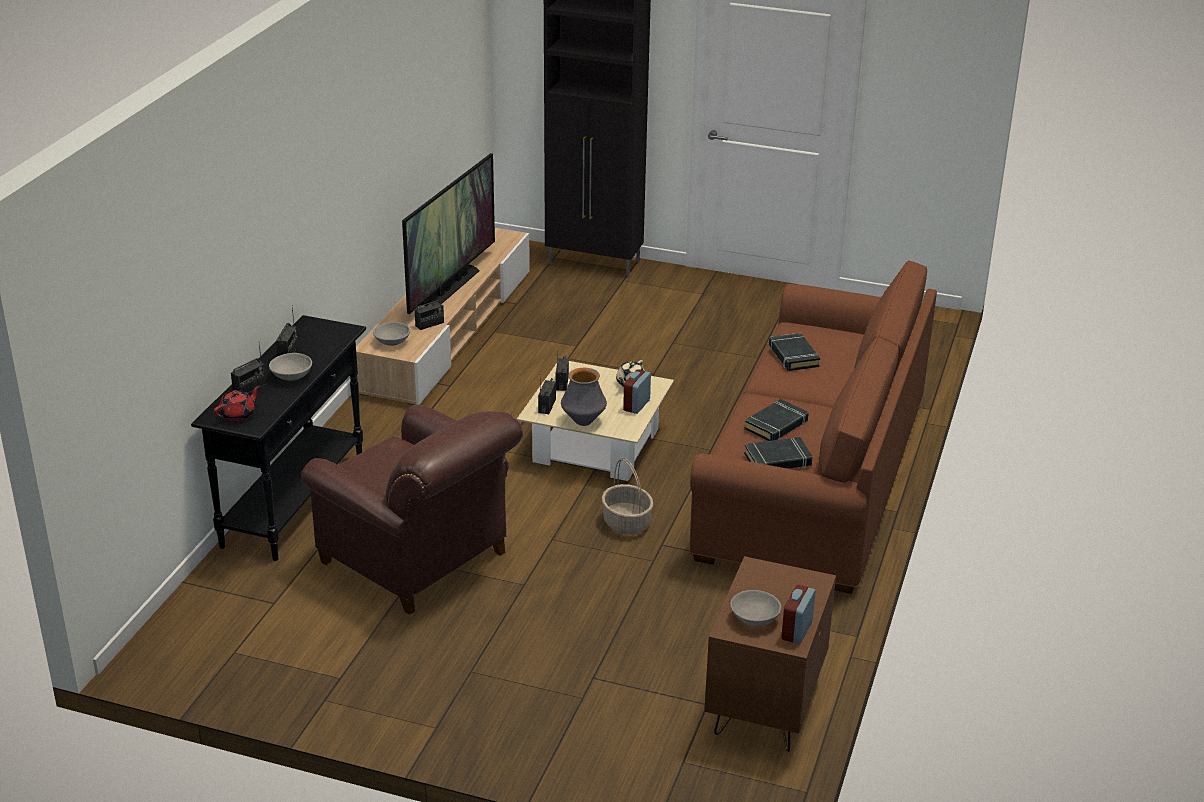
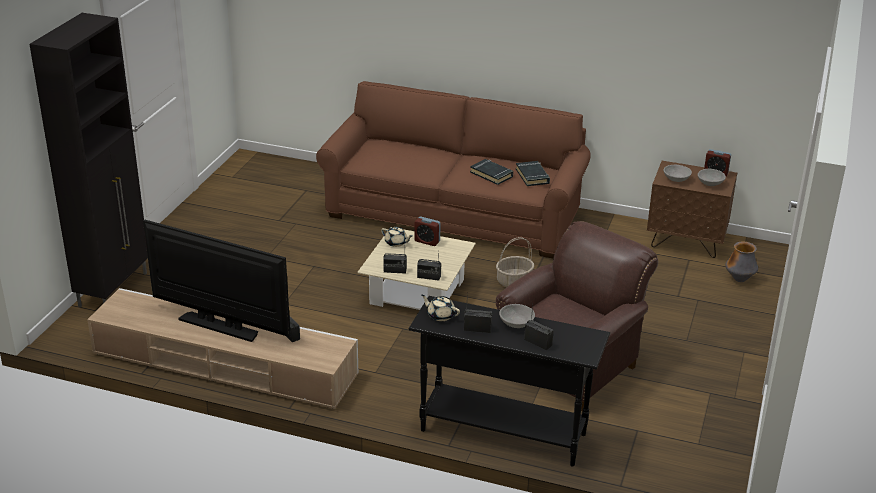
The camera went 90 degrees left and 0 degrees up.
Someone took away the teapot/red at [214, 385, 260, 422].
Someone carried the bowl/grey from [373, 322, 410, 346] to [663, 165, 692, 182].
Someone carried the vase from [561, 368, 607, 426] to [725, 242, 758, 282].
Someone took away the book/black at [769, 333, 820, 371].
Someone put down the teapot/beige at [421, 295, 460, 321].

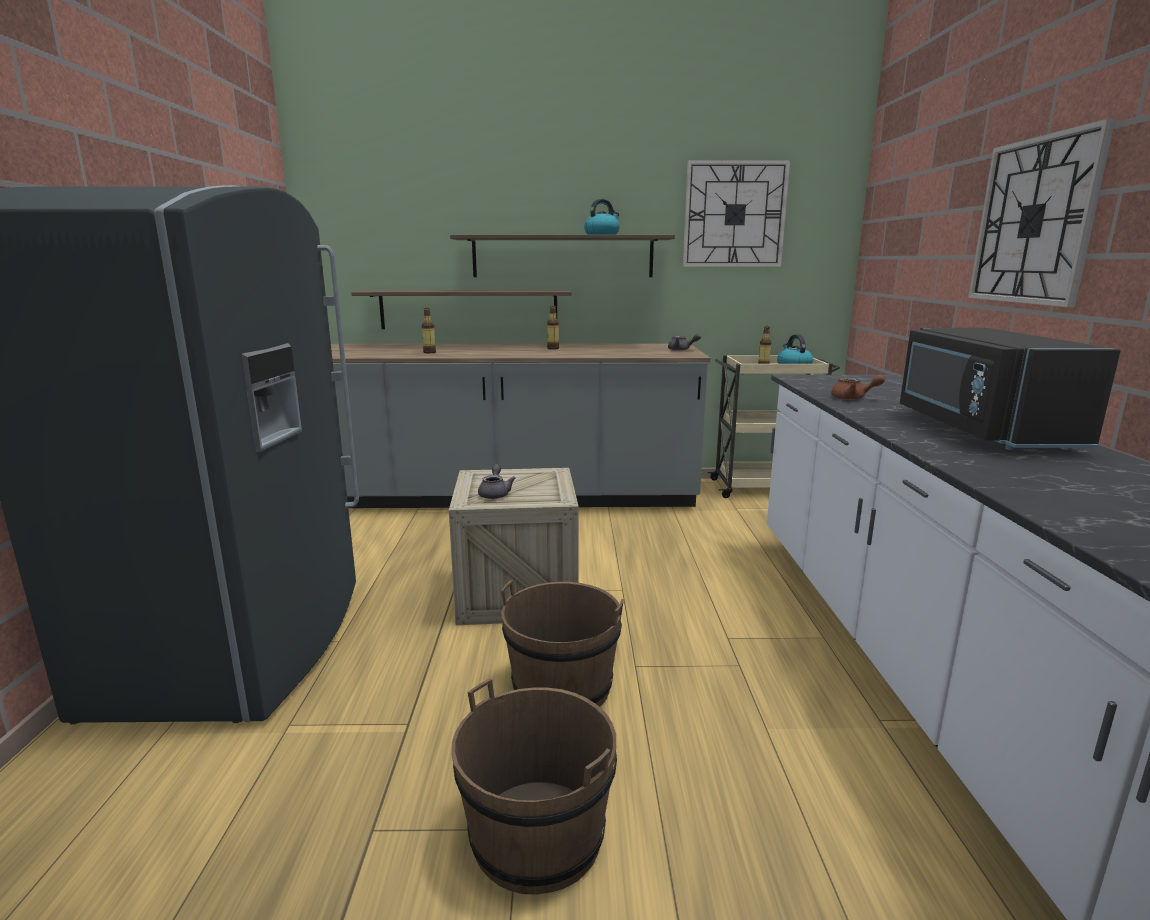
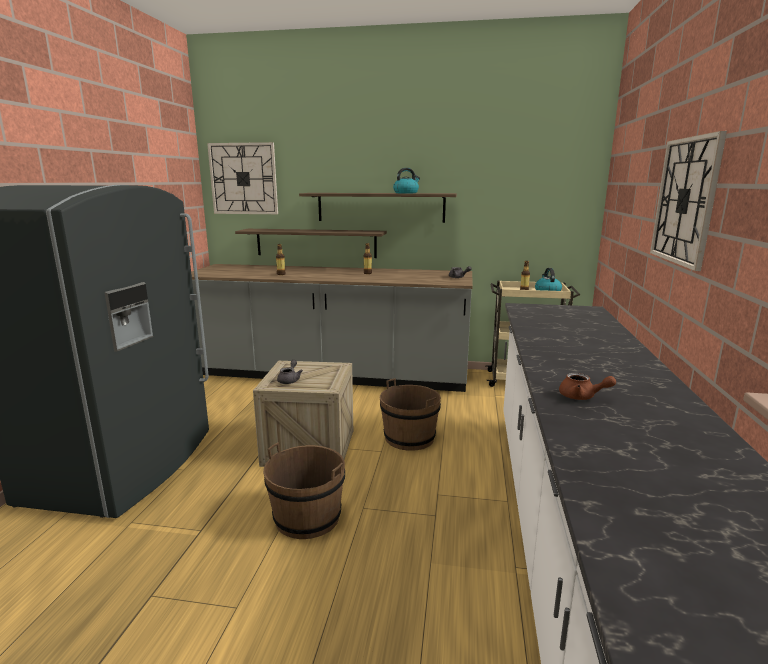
The camera went 10 degrees right and 0 degrees up.
Someone carried the bucket/brown from [451, 678, 617, 895] to [380, 378, 441, 451].
Someone carried the wall clock from [683, 160, 790, 267] to [207, 142, 278, 214].
Someone carried the teapot/brown from [831, 375, 885, 400] to [559, 373, 616, 400].
Someone took away the microwave/black at [900, 328, 1121, 450].

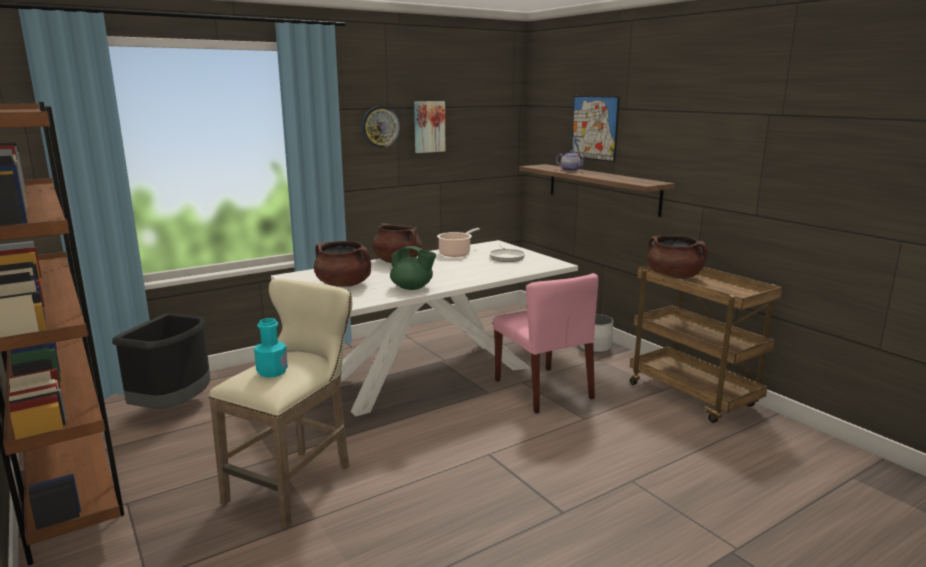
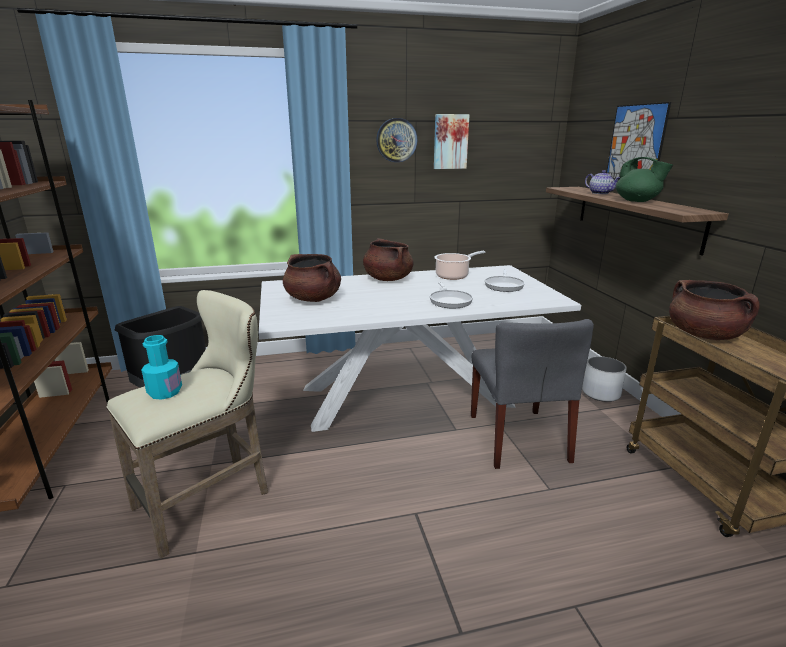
The camera went 20 degrees right and 5 degrees up.
Someone carried the teapot/green from [390, 246, 437, 290] to [616, 157, 673, 202].
Someone repainted the chair/pink at [493, 273, 598, 414], which became the chair/grey at [471, 319, 594, 469].
Someone put down the frying pan at [430, 282, 473, 309].

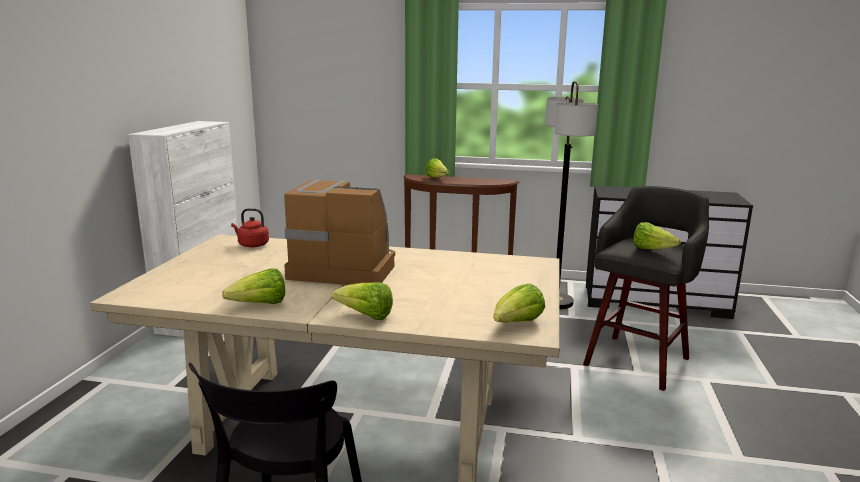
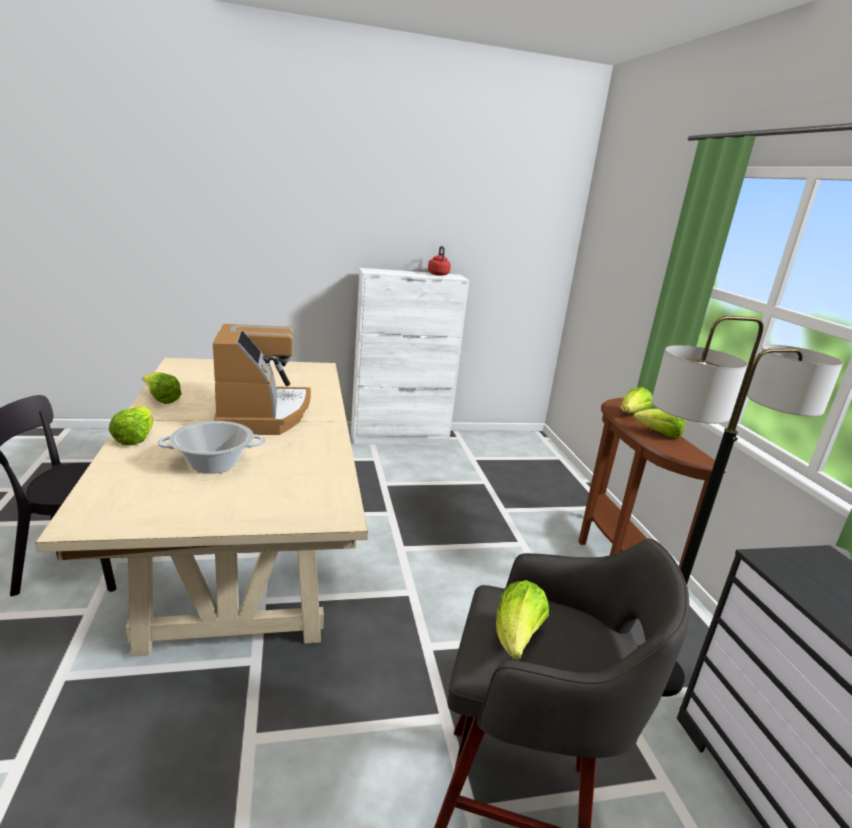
The camera went 65 degrees right and 5 degrees up.
Someone carried the kettle/red from [231, 208, 269, 247] to [428, 246, 451, 276].
Someone carried the lettuce from [494, 283, 545, 323] to [633, 409, 686, 439].
Someone put down the cooking pot at [157, 421, 265, 474].

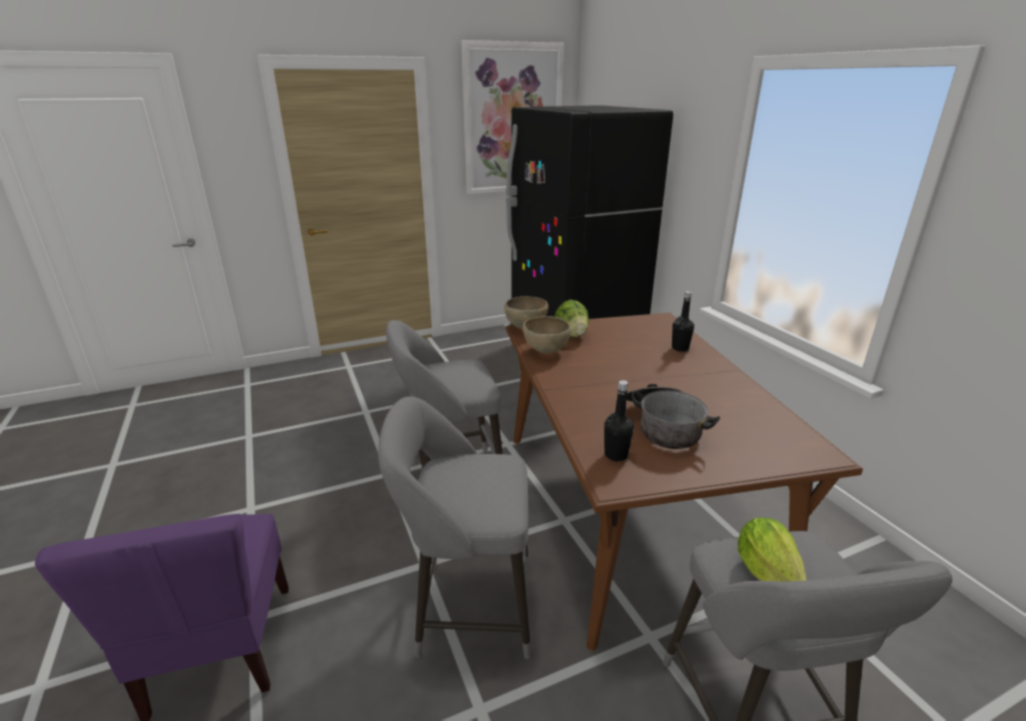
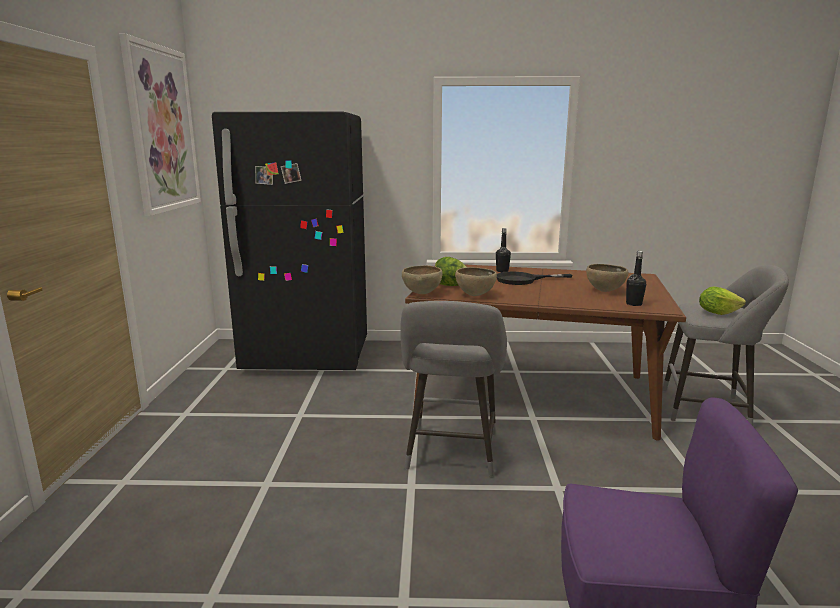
The camera went 65 degrees left and 10 degrees down.
Someone took away the stool/grey at [378, 397, 531, 659].
Someone swapped the cooking pot at [626, 384, 720, 449] for the bowl/brown at [586, 264, 628, 292].
Someone put down the frying pan/black at [497, 272, 573, 285].

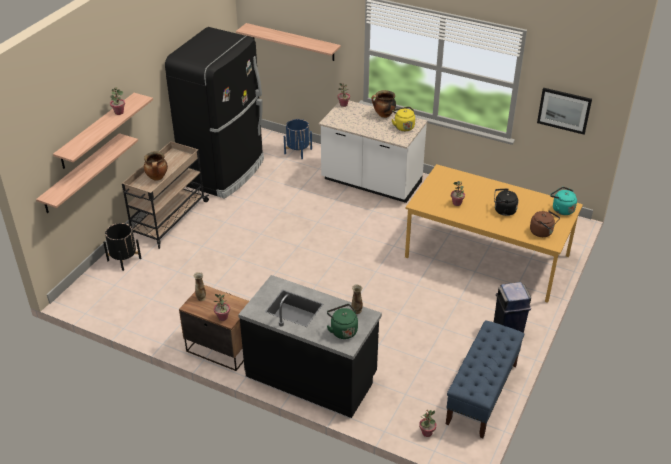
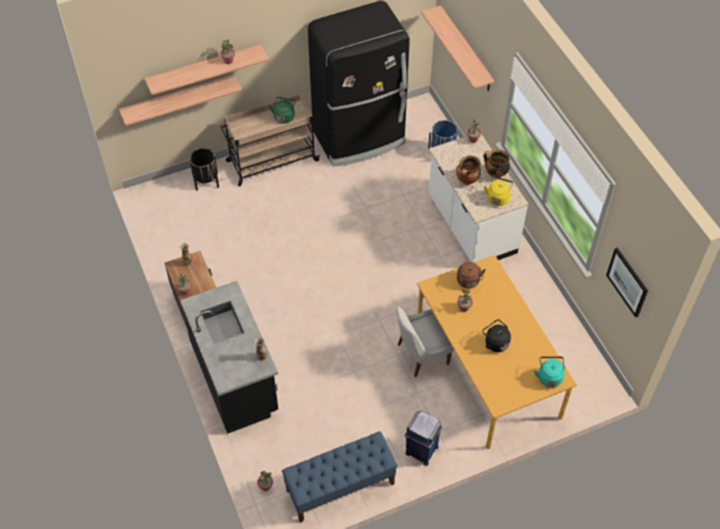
The camera went 40 degrees right and 15 degrees up.
Someone carried the cooking pot from [144, 151, 168, 180] to [456, 156, 481, 185].
Someone carried the kettle/green from [327, 304, 358, 339] to [269, 97, 296, 124].
Someone carried the kettle/brown from [530, 211, 560, 237] to [457, 262, 486, 288].
Someone put down the chair/white at [396, 306, 454, 377].

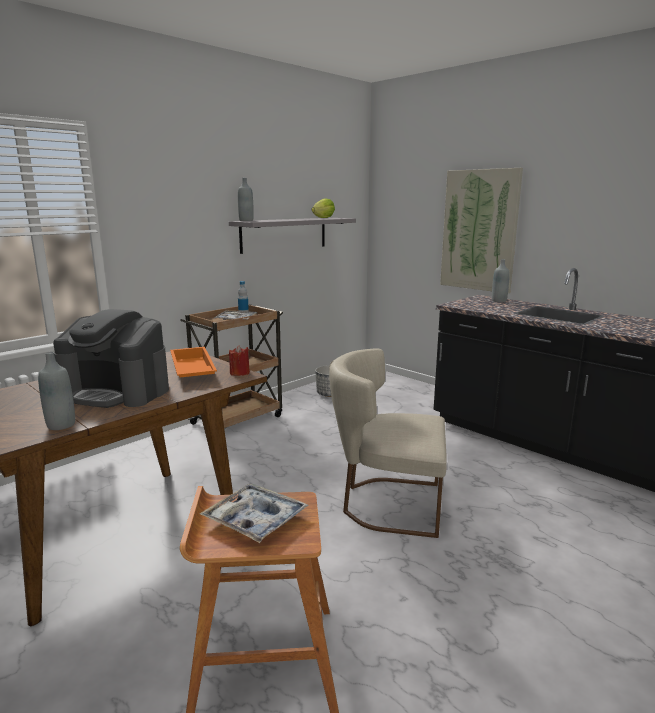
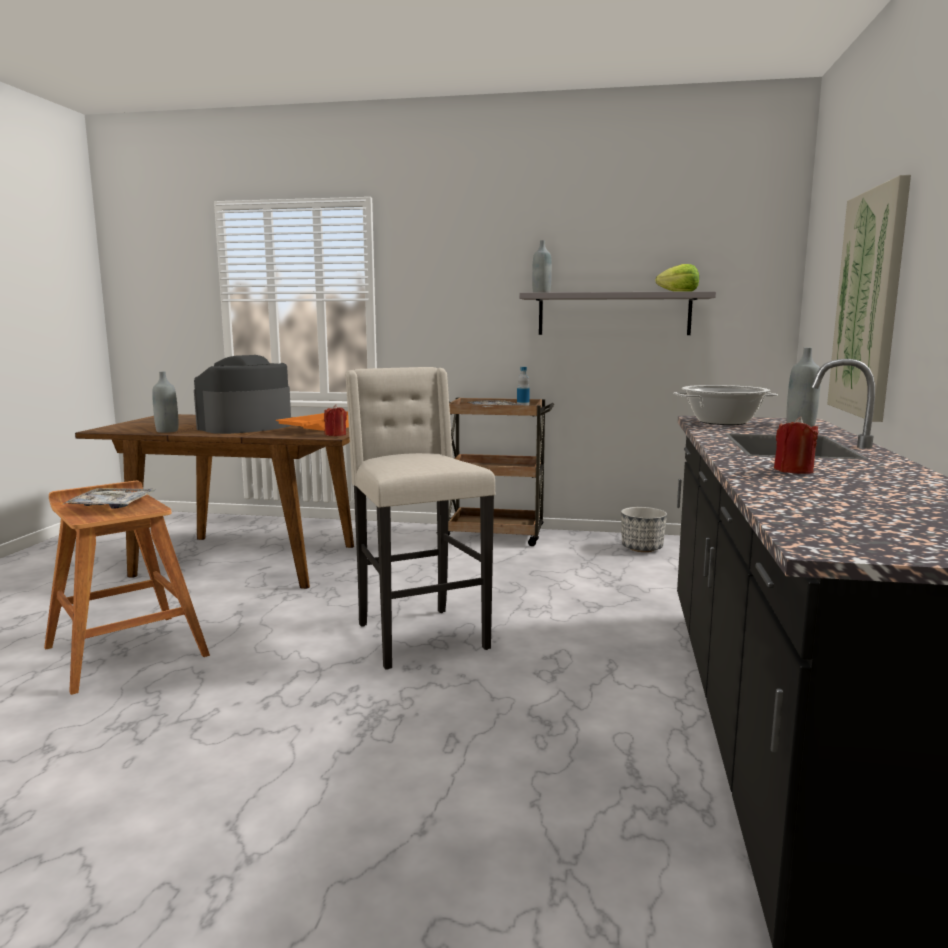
The camera went 55 degrees right and 5 degrees down.
Someone rotated the coffee machine at [53, 309, 169, 408] by 60 degrees clockwise.
Someone swapped the chair/beige at [329, 348, 447, 538] for the stool/beige at [345, 367, 495, 670].
Someone put down the cooking pot at [673, 385, 778, 425].
Someone put down the candle/red at [774, 417, 819, 474].

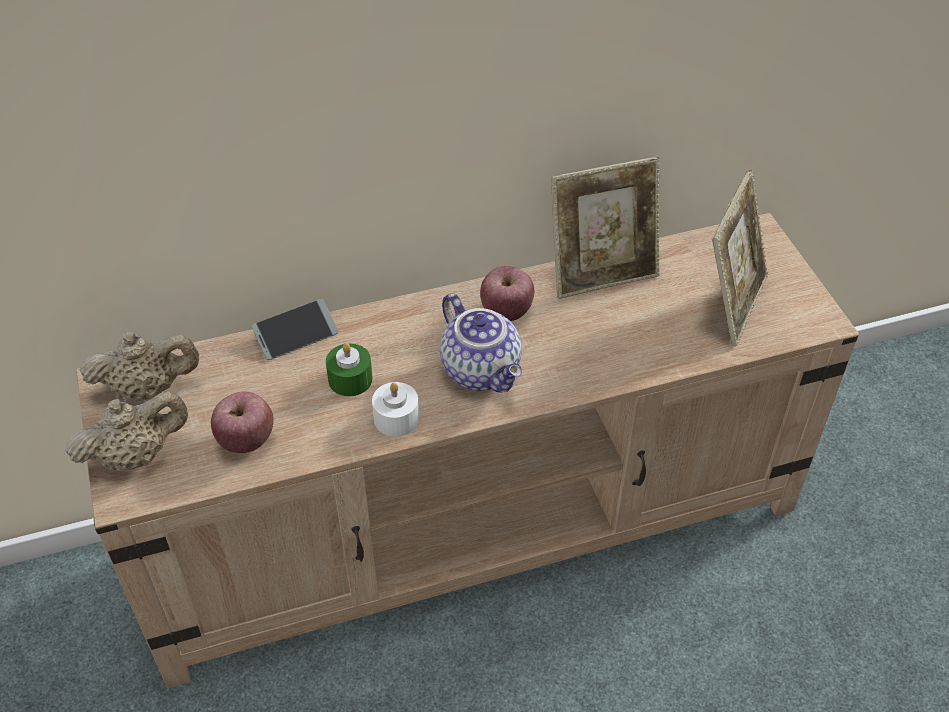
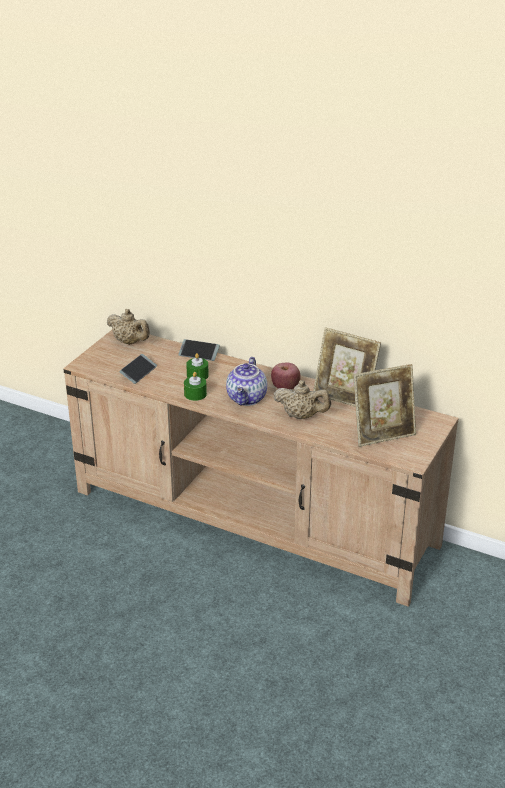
The camera went 45 degrees right and 15 degrees down.
Someone carried the teapot/beige from [65, 391, 188, 471] to [274, 380, 331, 419].
Someone swapped the apple at [211, 391, 274, 453] for the phone at [120, 354, 157, 384].
Someone repainted the candle/white at [372, 382, 419, 437], which became the candle/green at [184, 372, 207, 401].

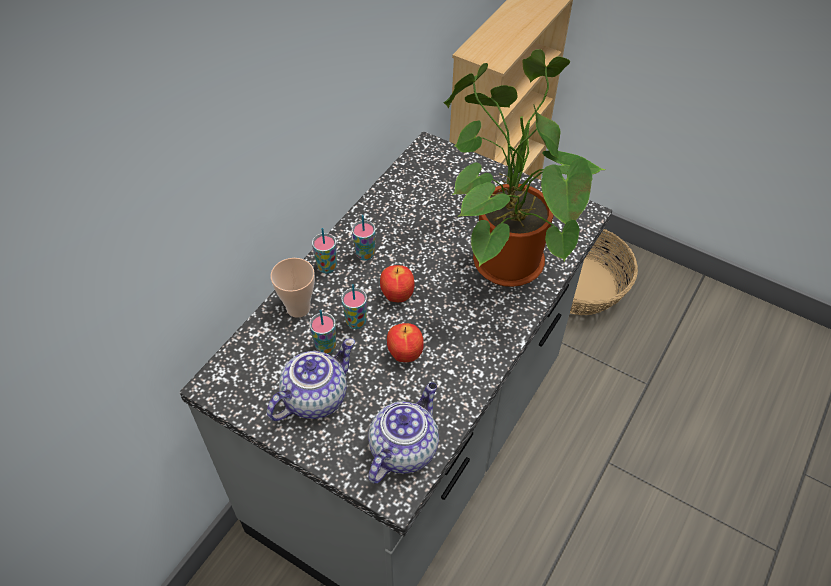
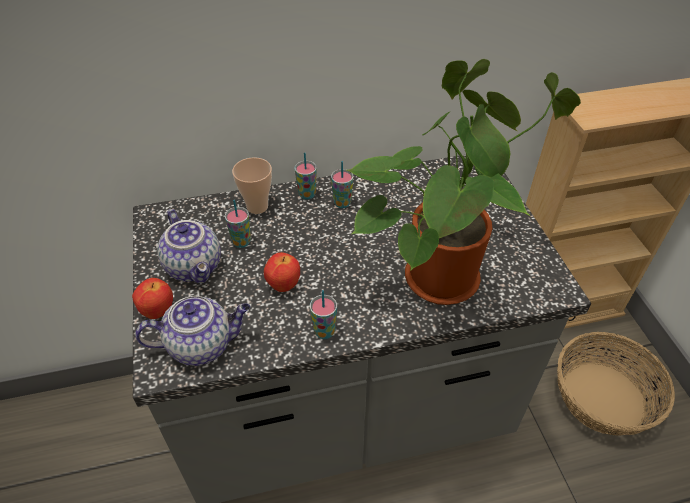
The camera went 45 degrees right and 5 degrees down.
Someone rotated the teapot at [267, 338, 355, 421] by 60 degrees clockwise.
Someone carried the cup from [341, 284, 367, 329] to [310, 290, 337, 339].
Someone carried the apple from [380, 265, 415, 302] to [132, 278, 173, 319].

